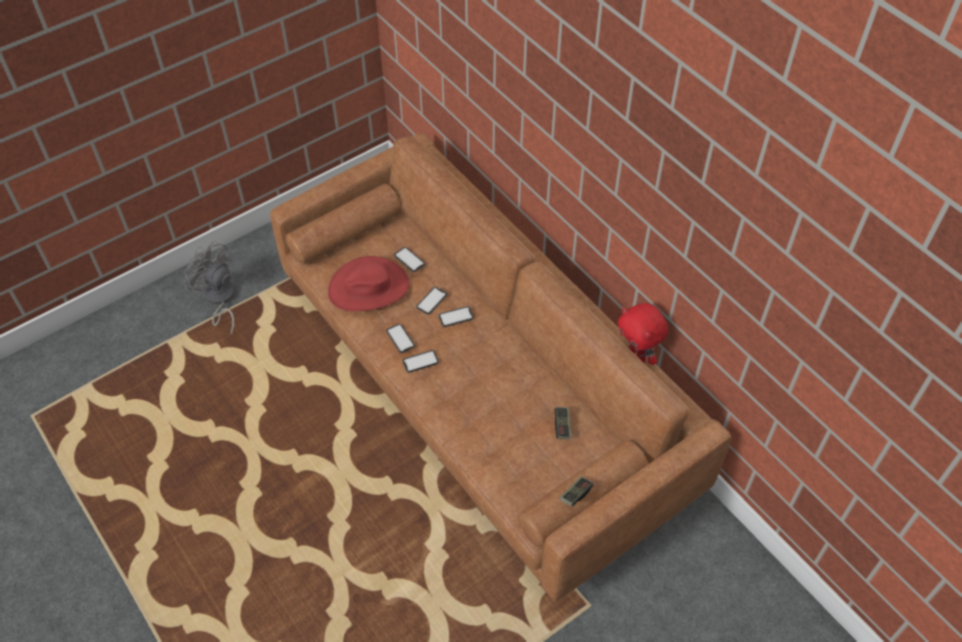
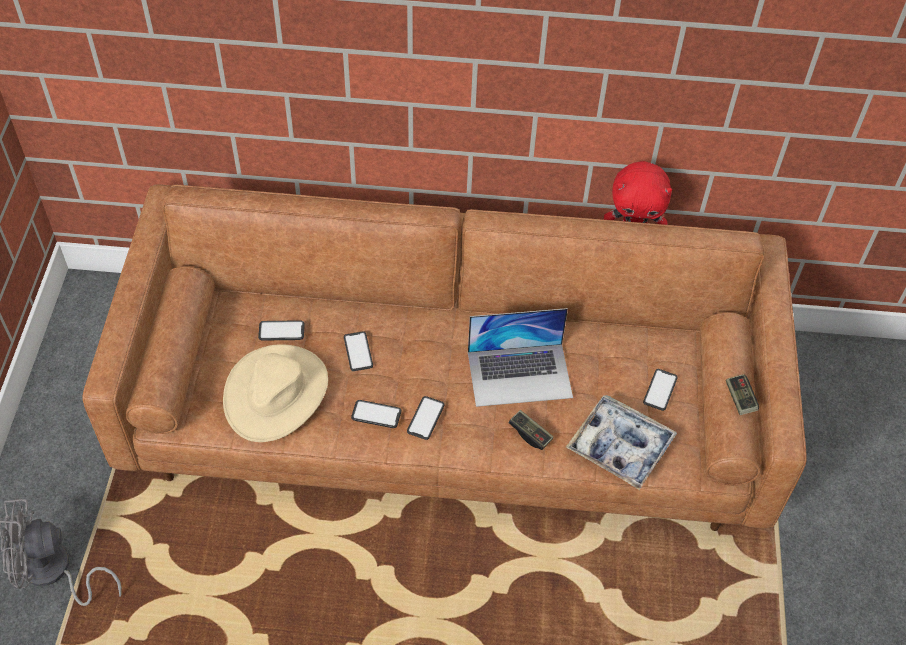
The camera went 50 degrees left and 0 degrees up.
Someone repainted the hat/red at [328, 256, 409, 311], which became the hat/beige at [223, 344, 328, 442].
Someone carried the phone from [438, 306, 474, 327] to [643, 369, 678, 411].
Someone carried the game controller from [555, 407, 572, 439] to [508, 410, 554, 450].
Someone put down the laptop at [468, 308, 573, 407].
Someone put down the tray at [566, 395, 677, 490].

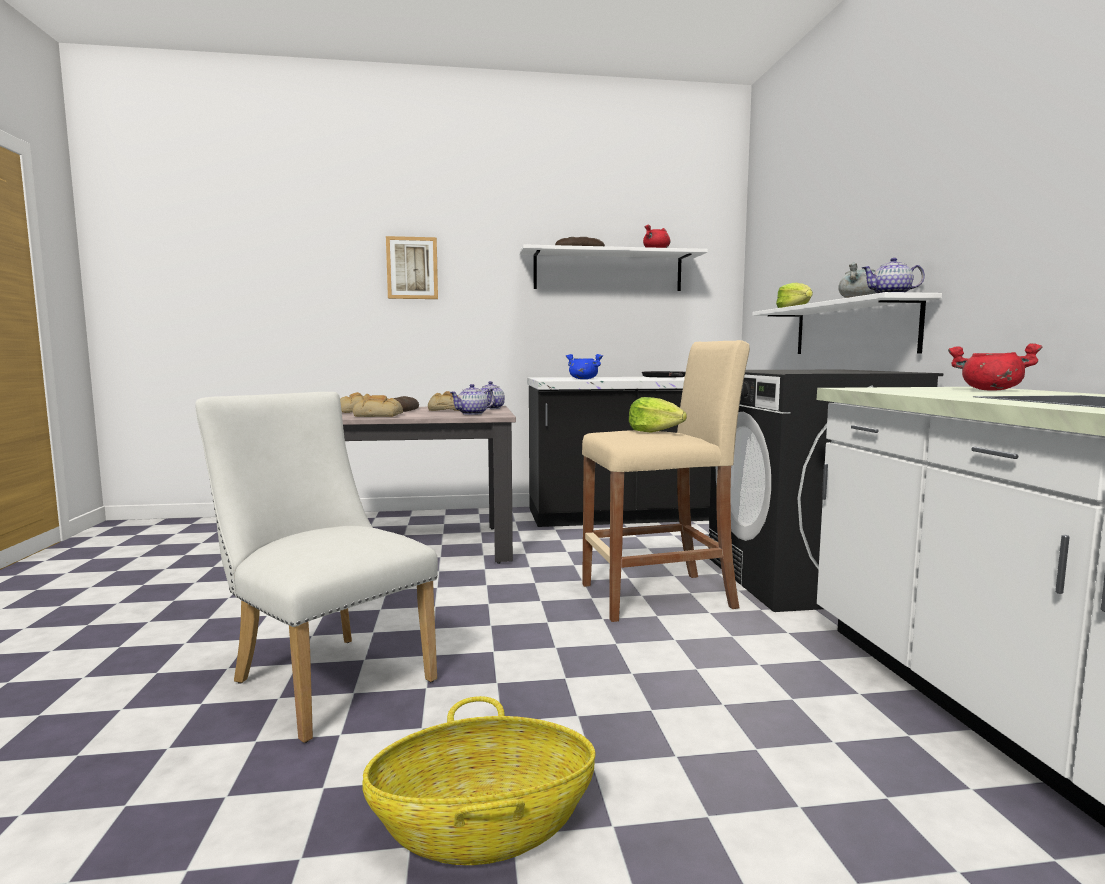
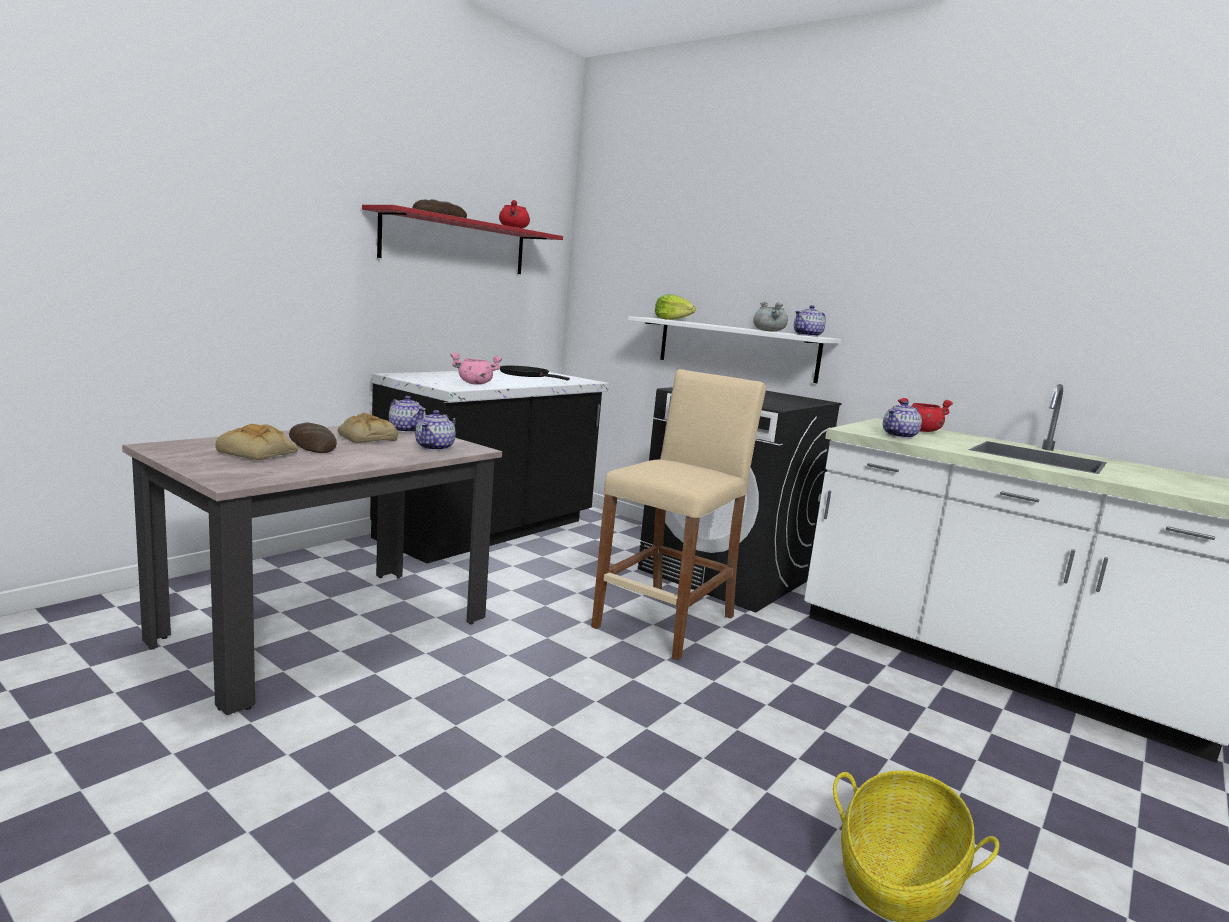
The camera went 45 degrees left and 5 degrees up.
Someone took away the chair/white at [195, 392, 438, 743].
Someone took away the bread at [353, 395, 403, 417].
Someone took away the picture at [386, 236, 438, 299].
Someone repainted the shelf/white at [520, 244, 708, 291], which became the shelf/red at [362, 205, 563, 274].
Someone repainted the cooking pot/blue at [566, 354, 603, 379], which became the cooking pot/pink at [451, 352, 502, 385].
Someone took away the lettuce at [629, 397, 687, 433].
Someone put down the teapot at [883, 401, 922, 438].

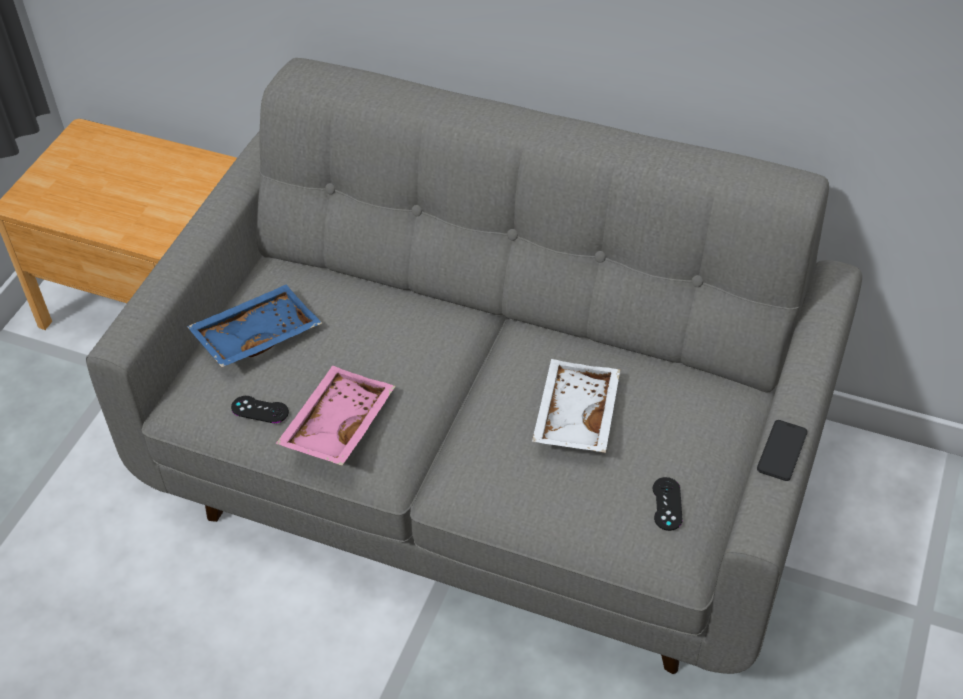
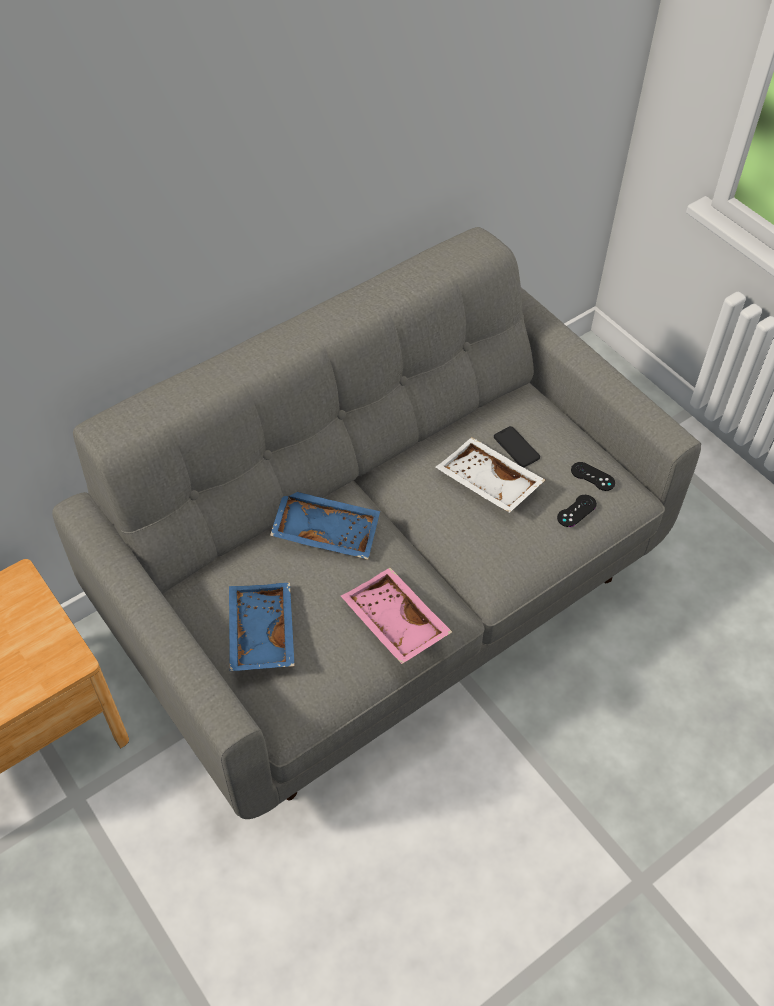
The camera went 60 degrees left and 5 degrees up.
Someone carried the game controller/black from [231, 396, 289, 423] to [557, 495, 597, 527].
Someone carried the phone from [757, 420, 808, 481] to [494, 426, 540, 468].
Someone put down the tray/blue at [270, 492, 380, 559].

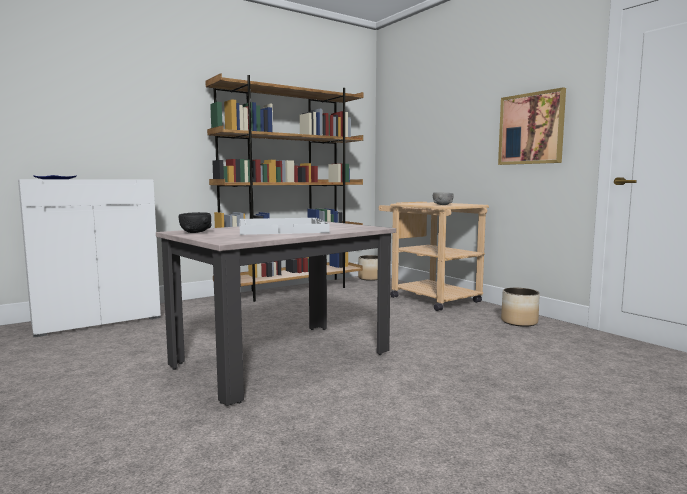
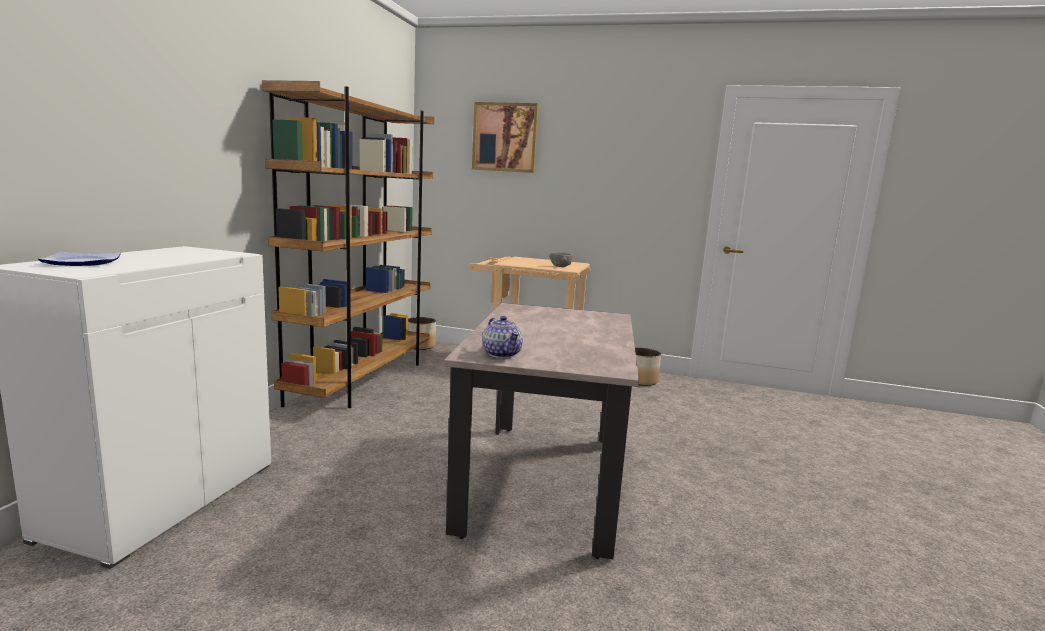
The camera went 40 degrees left and 5 degrees up.
Someone swapped the bowl/black at [179, 212, 212, 233] for the teapot at [482, 316, 523, 358].
Someone took away the tray/white at [240, 218, 329, 235].
Someone carried the picture from [498, 87, 566, 165] to [472, 102, 539, 173].

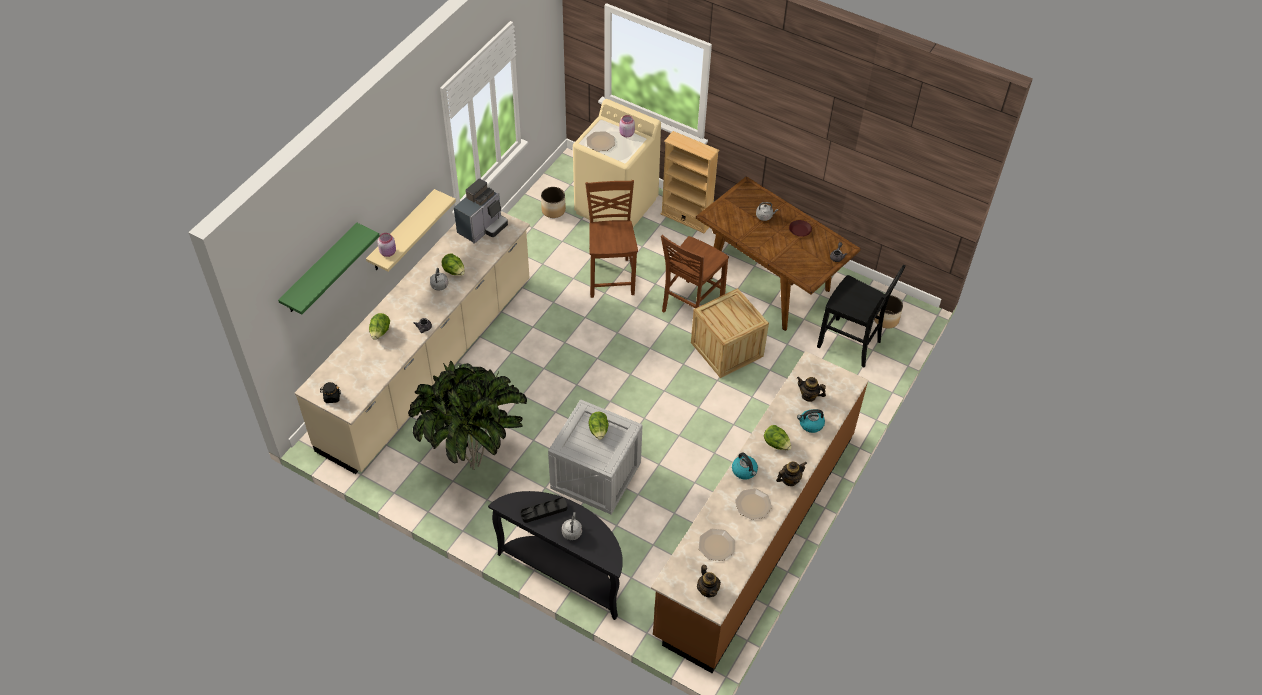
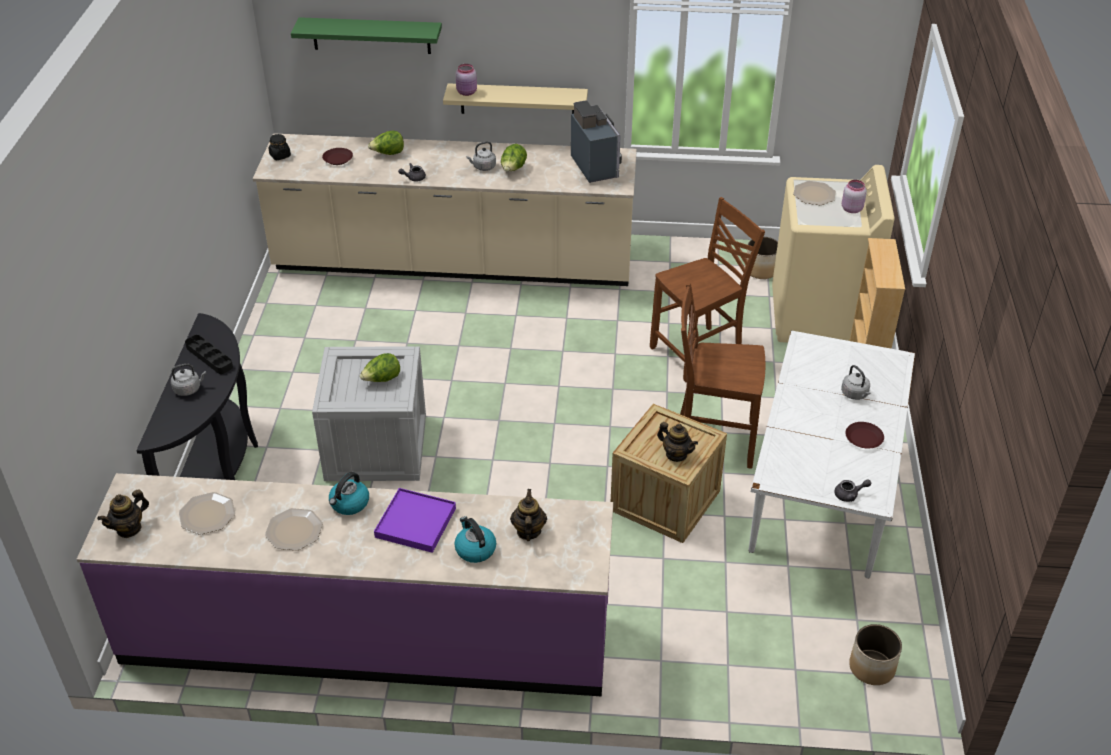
The camera went 65 degrees right and 10 degrees down.
Someone took away the potted plant at [408, 361, 527, 470].
Someone rotated the coffee machine at [454, 178, 508, 244] by 120 degrees counterclockwise.
Someone repainted the counter/brown at [651, 351, 868, 673], which became the counter/purple at [77, 473, 613, 697].
Someone repainted the dining table/brown at [696, 176, 861, 331], which became the dining table/white at [749, 330, 915, 578].
Someone swapped the lettuce at [764, 425, 791, 450] for the tray/purple at [374, 488, 456, 553].
Someone carried the teapot from [776, 462, 807, 486] to [657, 422, 698, 462].
Someone took away the chair/black at [817, 265, 906, 368].
Someone put down the plate/brown at [322, 148, 353, 165].

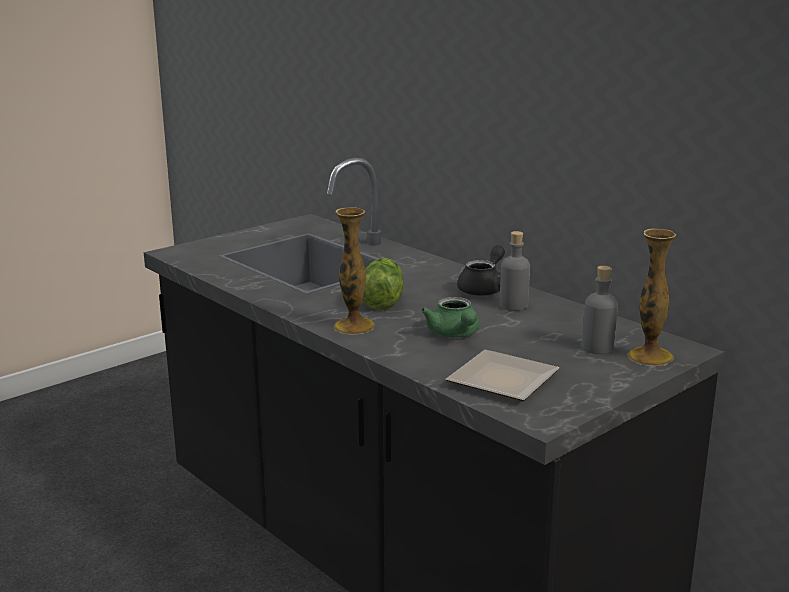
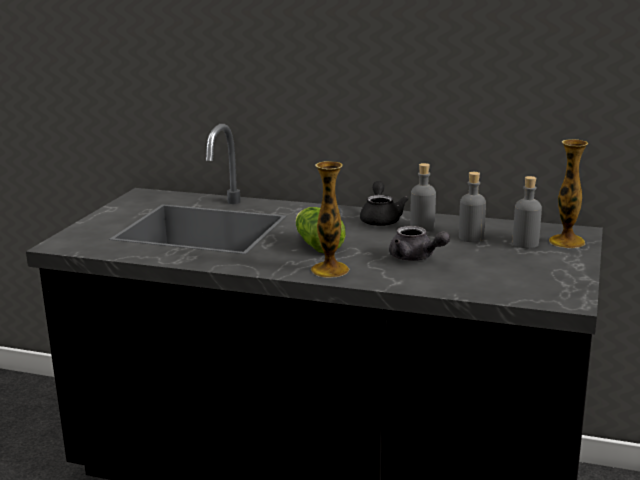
The camera went 30 degrees left and 0 degrees up.
Someone repainted the teapot/green at [421, 297, 480, 338], which became the teapot/grey at [389, 226, 450, 261].
Someone took away the plate at [446, 350, 559, 401].
Someone put down the bottle/grey at [459, 172, 486, 242].

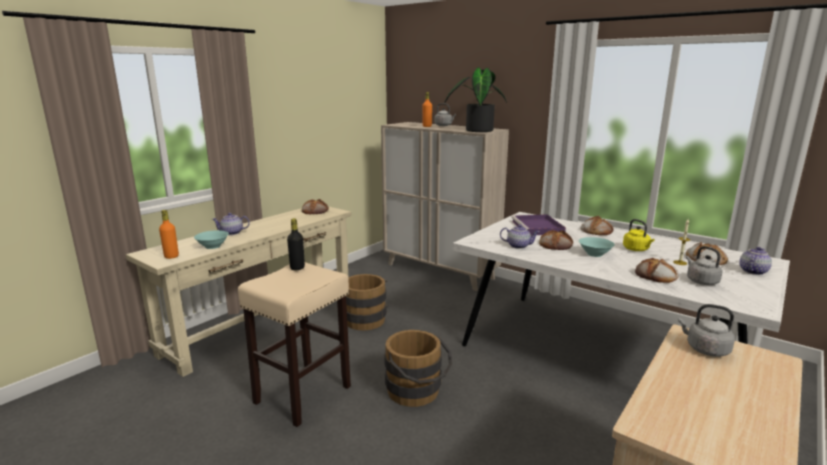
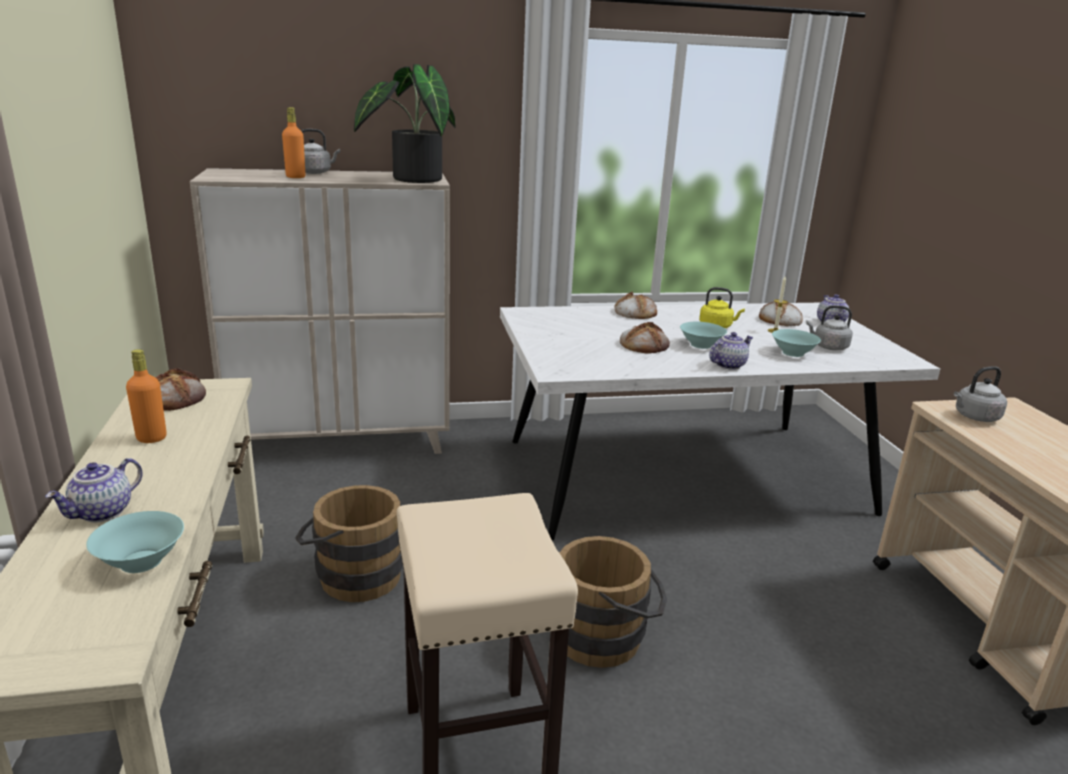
The camera went 50 degrees left and 5 degrees up.
Someone carried the bottle/orange from [159, 210, 179, 259] to [126, 349, 167, 443].
Someone took away the bottle/black at [287, 218, 305, 270].
Someone carried the teapot from [500, 224, 539, 249] to [709, 332, 753, 370].
Someone took away the tray/purple at [511, 214, 566, 235].
Someone swapped the bread at [635, 258, 679, 283] for the bowl/turquoise at [772, 329, 821, 357].

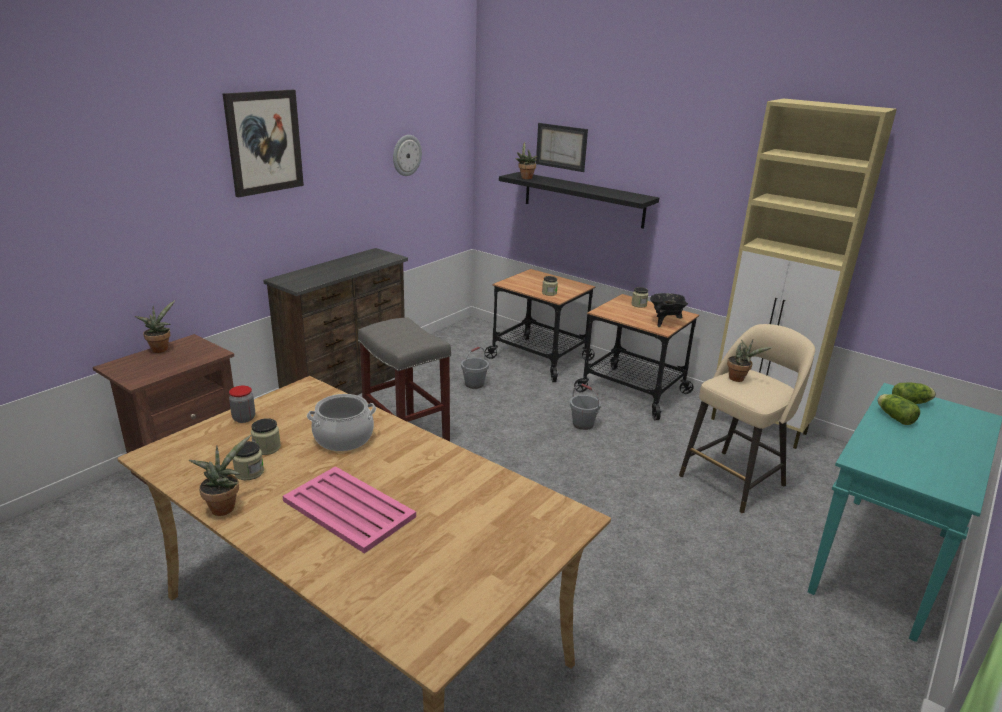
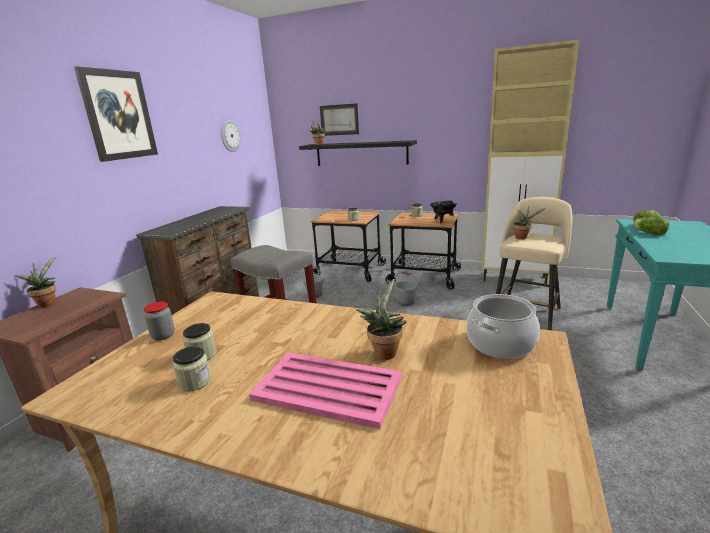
The camera went 15 degrees left and 5 degrees down.
Someone carried the potted plant from [189, 435, 251, 516] to [356, 279, 407, 360].
Someone carried the cooking pot from [307, 394, 376, 451] to [466, 294, 540, 359].

